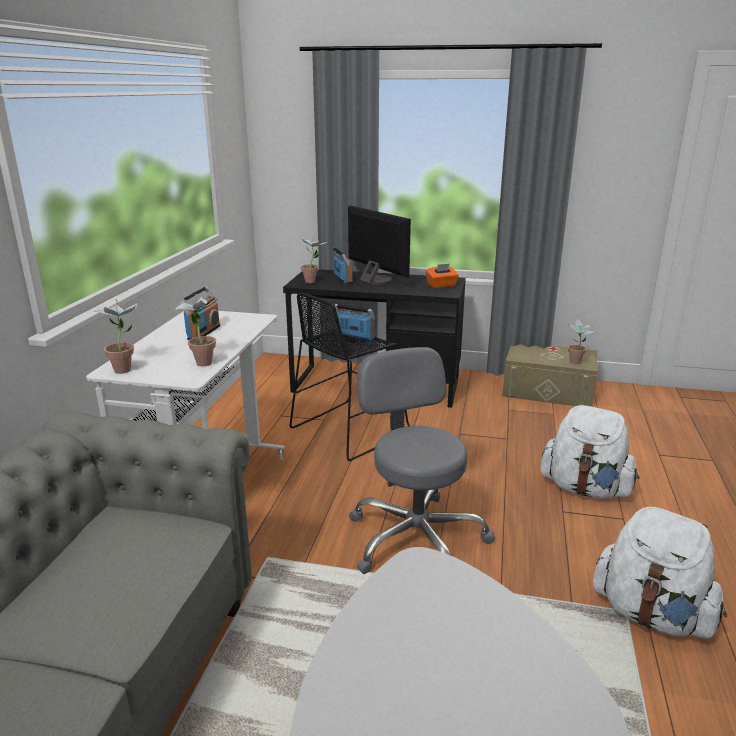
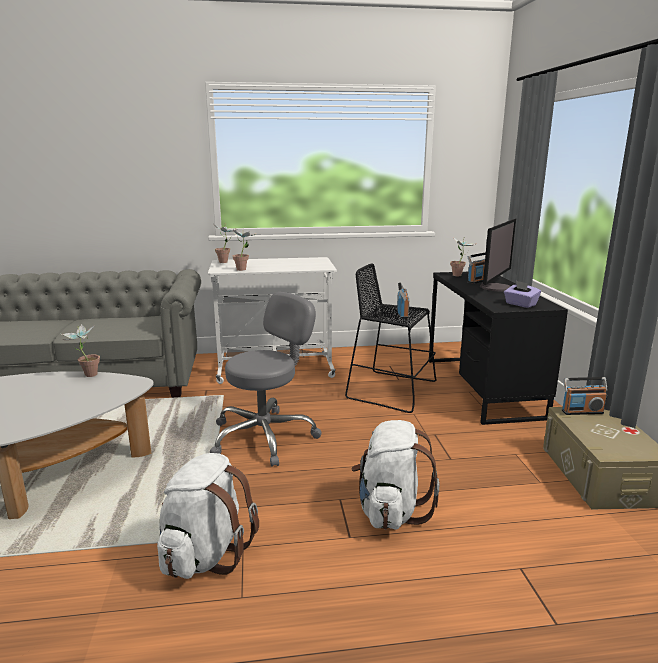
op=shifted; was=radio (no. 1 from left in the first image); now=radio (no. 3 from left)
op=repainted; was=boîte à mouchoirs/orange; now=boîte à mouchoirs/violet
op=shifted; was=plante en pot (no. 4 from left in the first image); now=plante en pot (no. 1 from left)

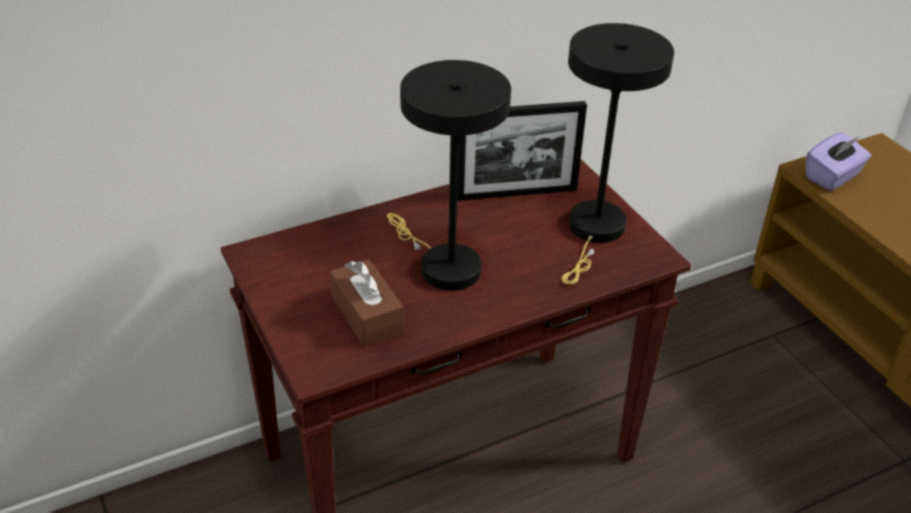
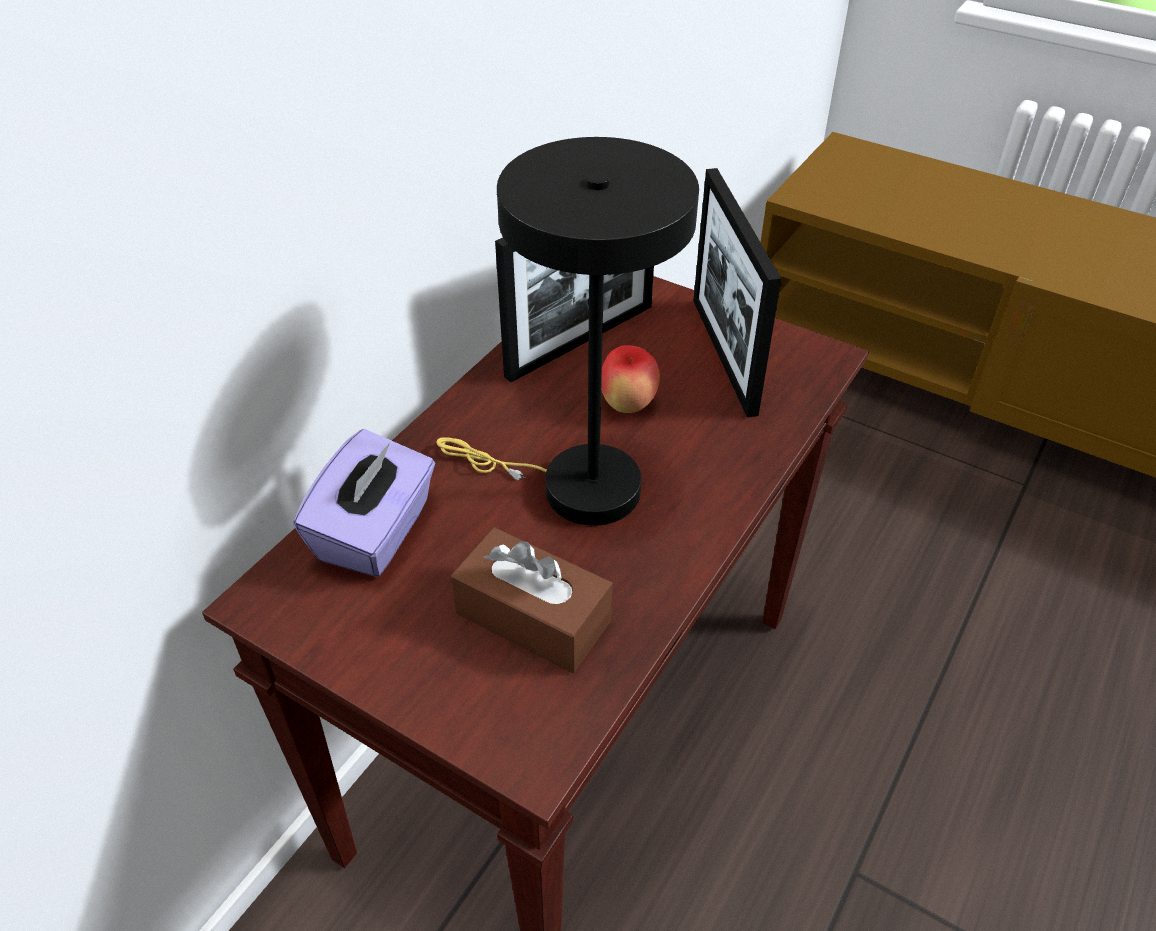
op=swapped; was=lampe de table/noir (no. 2 from left); now=cadre photo (no. 2 from left)
op=shifted; was=boîte à mouchoirs/violet
op=new; now=pomme

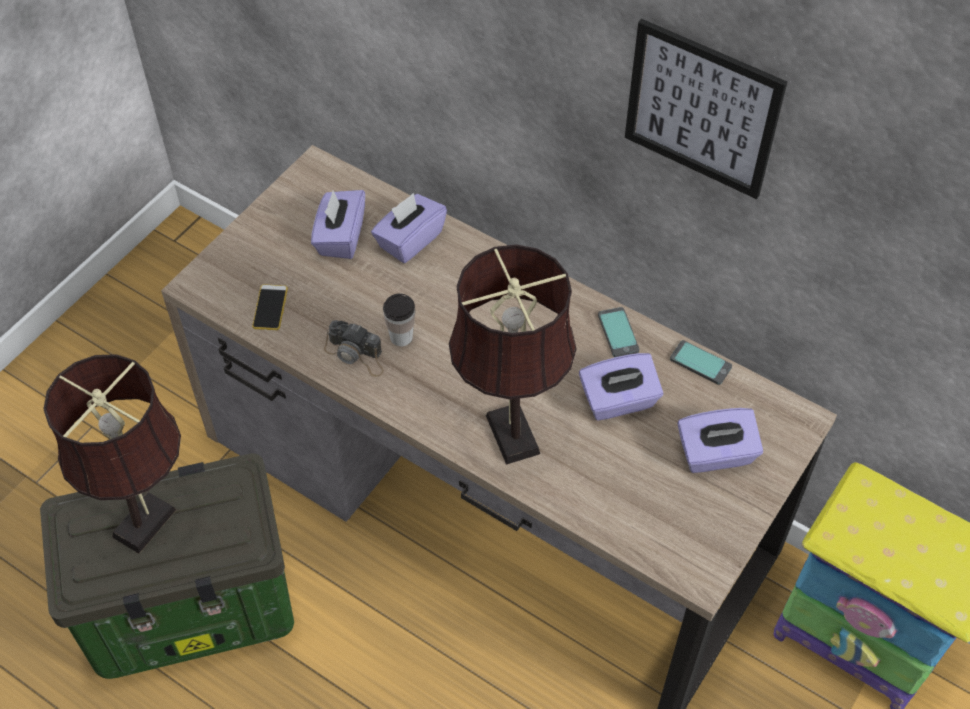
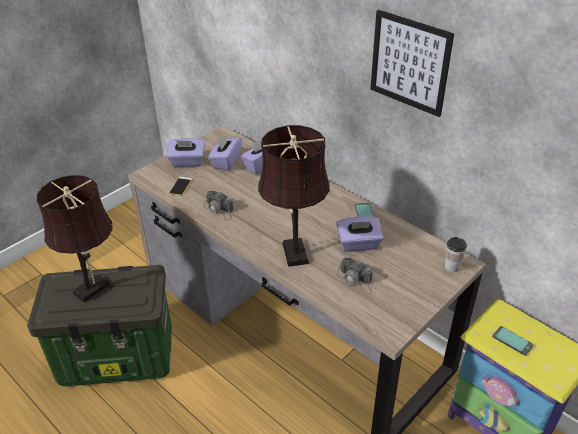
op=shifted; was=tasse
op=shifted; was=téléphone (no. 3 from left)
op=shifted; was=boîte à mouchoirs/violet (no. 4 from left in the first image); now=boîte à mouchoirs/violet (no. 1 from left)
op=new; now=appareil photo (no. 2 from left)

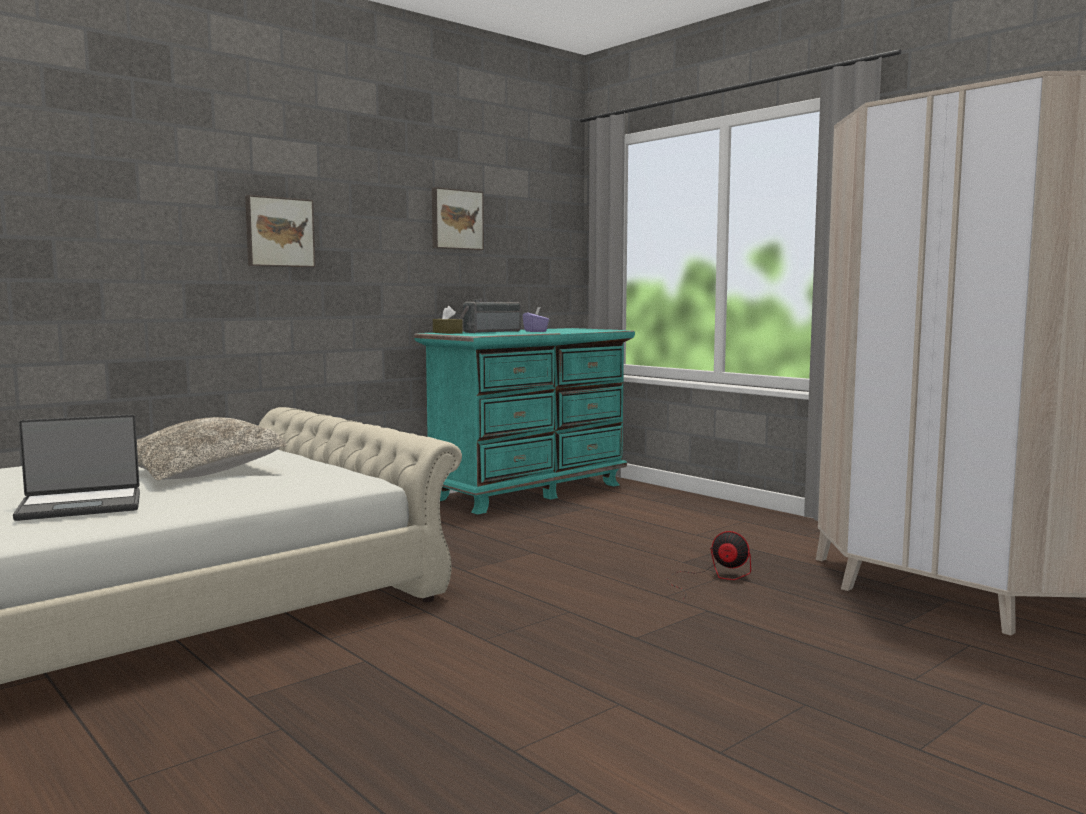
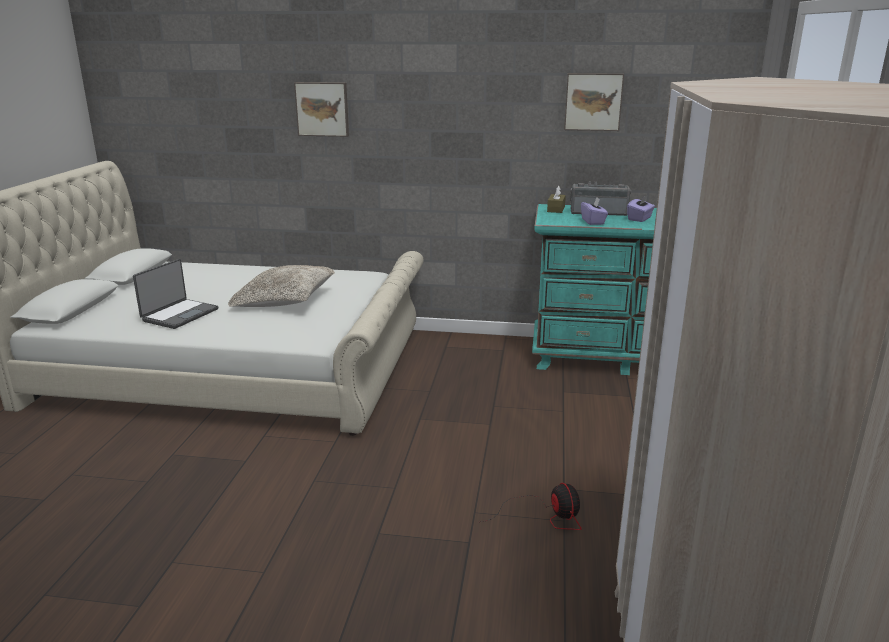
op=rotated; was=ordinateur portable; clockwise=-90
op=shifted; was=tableau (no. 1 from left)
op=new; now=boîte à mouchoirs/violet (no. 1 from left)

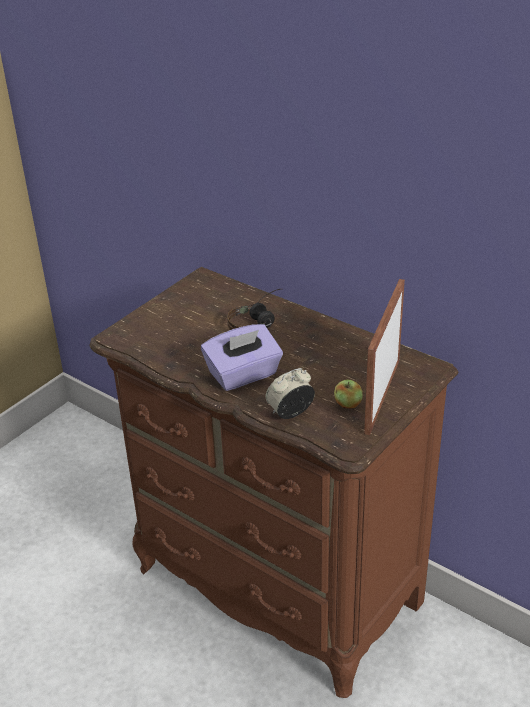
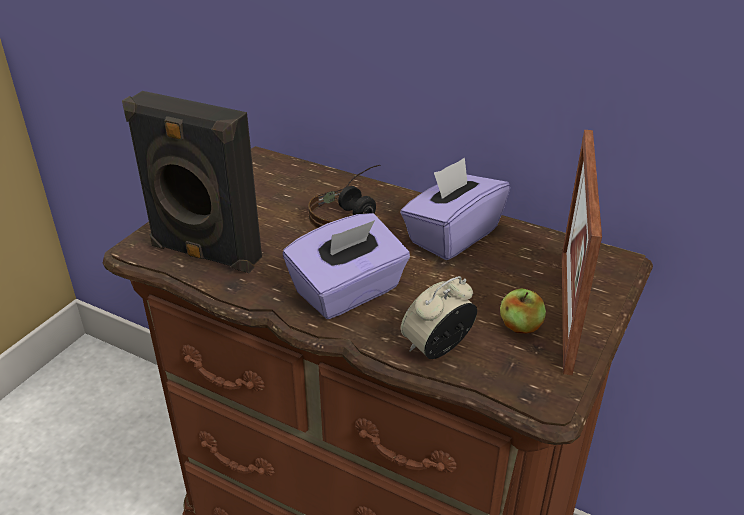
op=new; now=enceinte/noir
op=new; now=boîte à mouchoirs/violet (no. 2 from left)

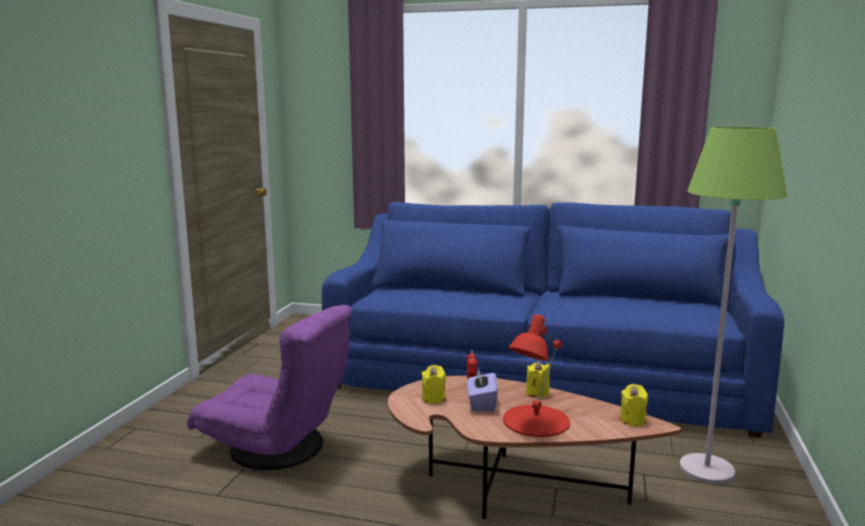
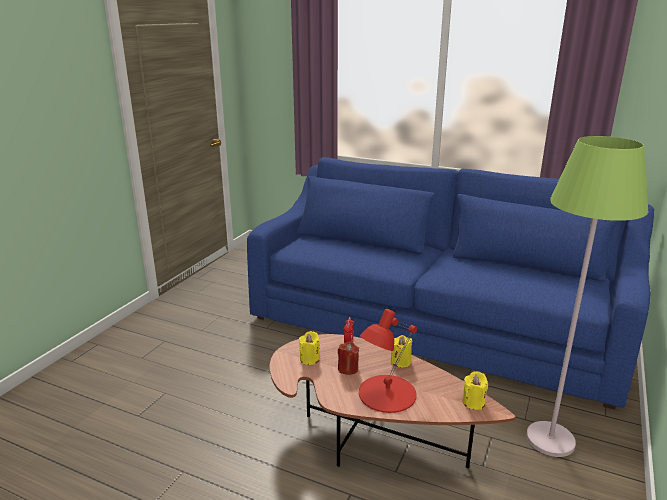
op=gone; was=fauteuil/violet
op=swapped; was=boîte à mouchoirs/violet; now=bougie/rouge

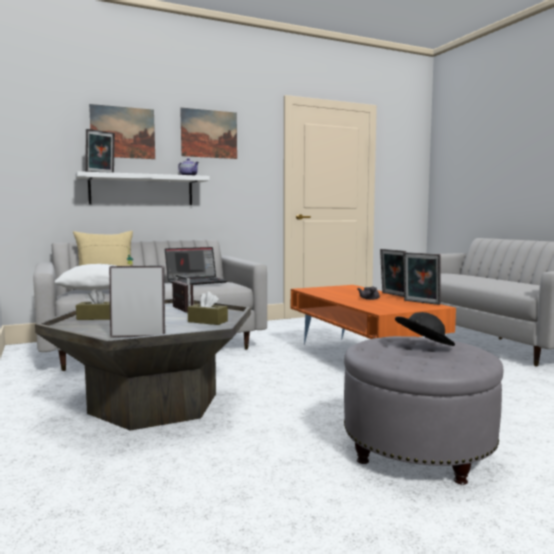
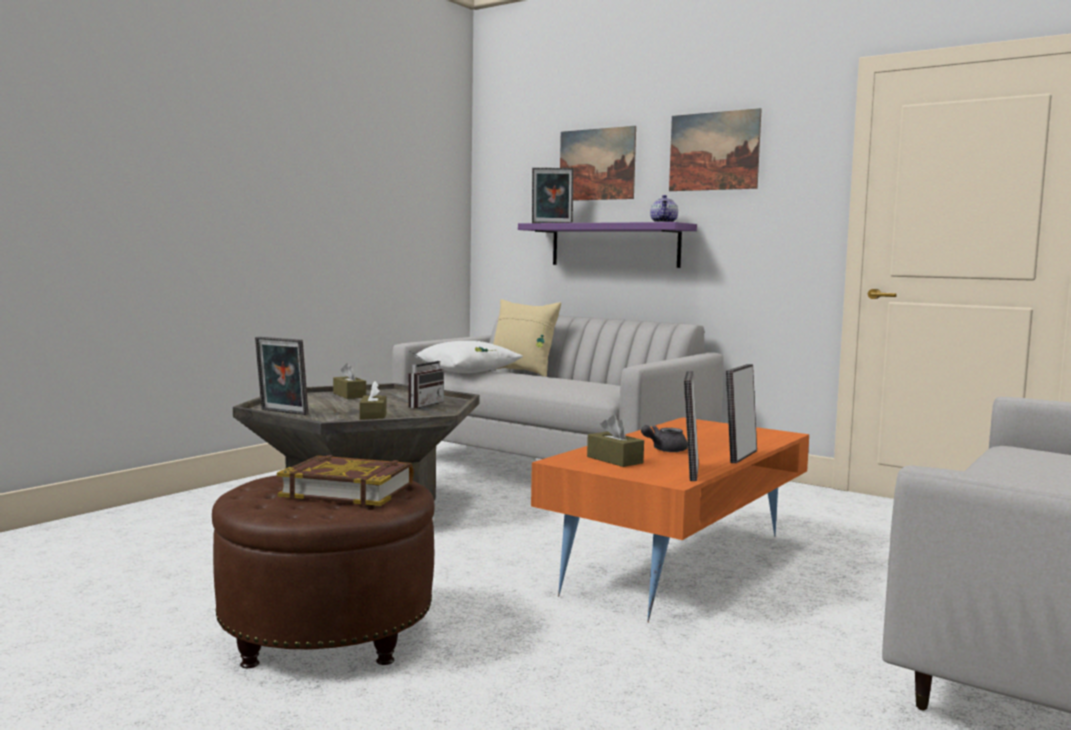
op=repainted; was=étagère/blanc; now=étagère/violet
op=rotated; was=cadre photo (no. 2 from left in the first image); clockwise=150
op=gone; was=ordinateur portable
op=repainted; was=pouf/gris; now=pouf/marron
op=swapped; was=chapeau/noir; now=livre
op=new; now=boîte à mouchoirs/marron (no. 3 from left)

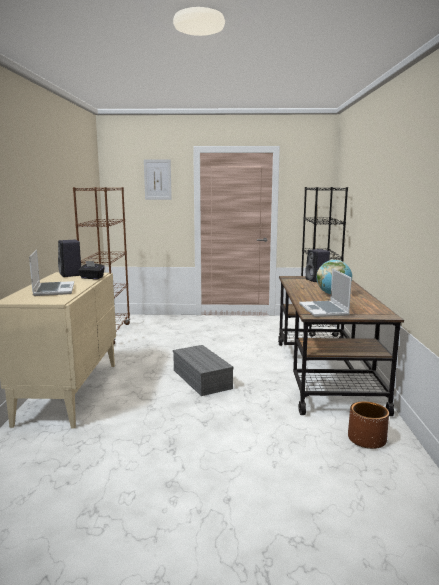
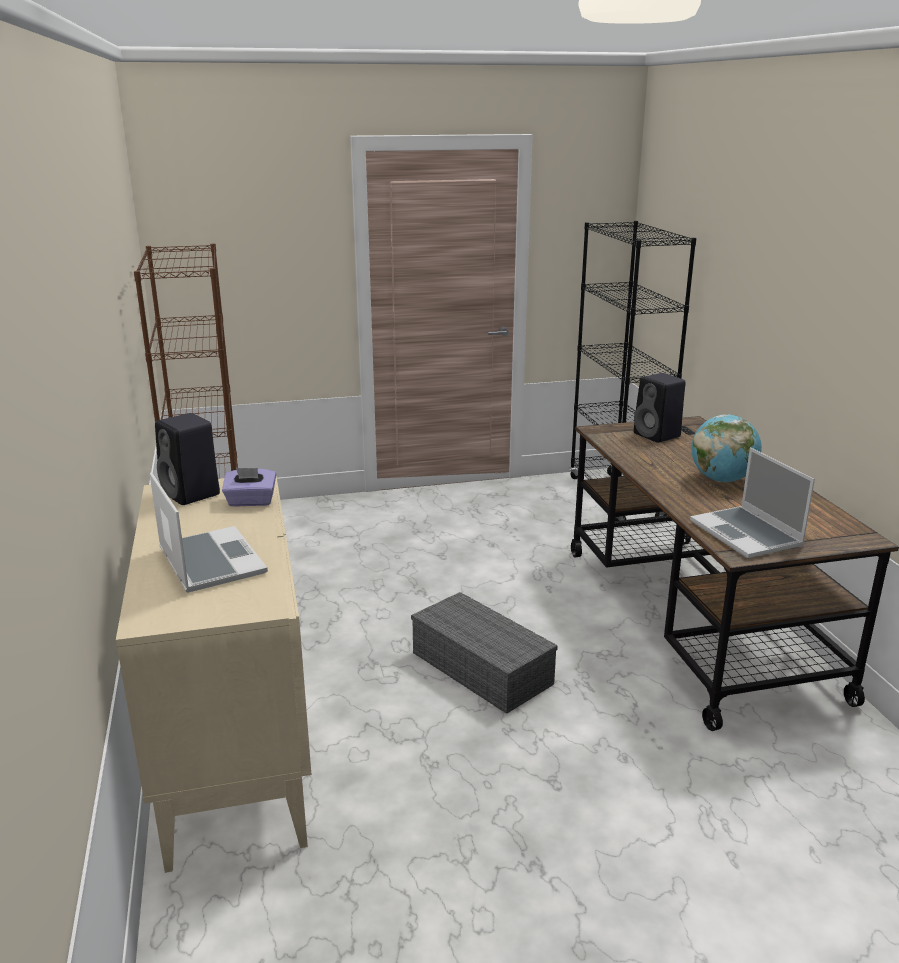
op=repainted; was=boîte à mouchoirs/noir; now=boîte à mouchoirs/violet
op=gone; was=tableau
op=gone; was=cache-pot/marron

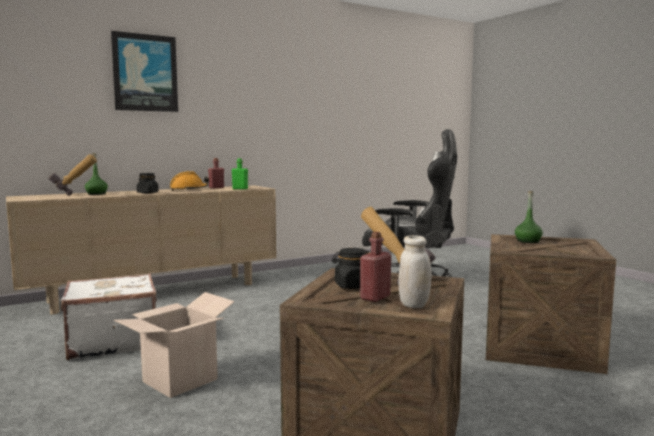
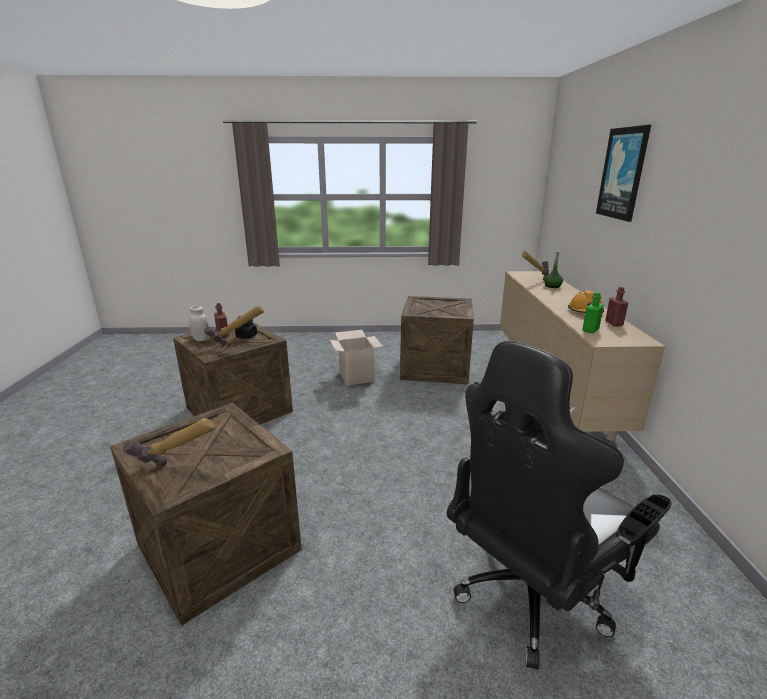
op=swapped; was=valise/blanc; now=caisse (no. 3 from left)
op=gone; was=bocal/noir (no. 1 from left)
op=gone; was=bouteille/vert (no. 3 from left)
op=new; now=marteau (no. 1 from left)

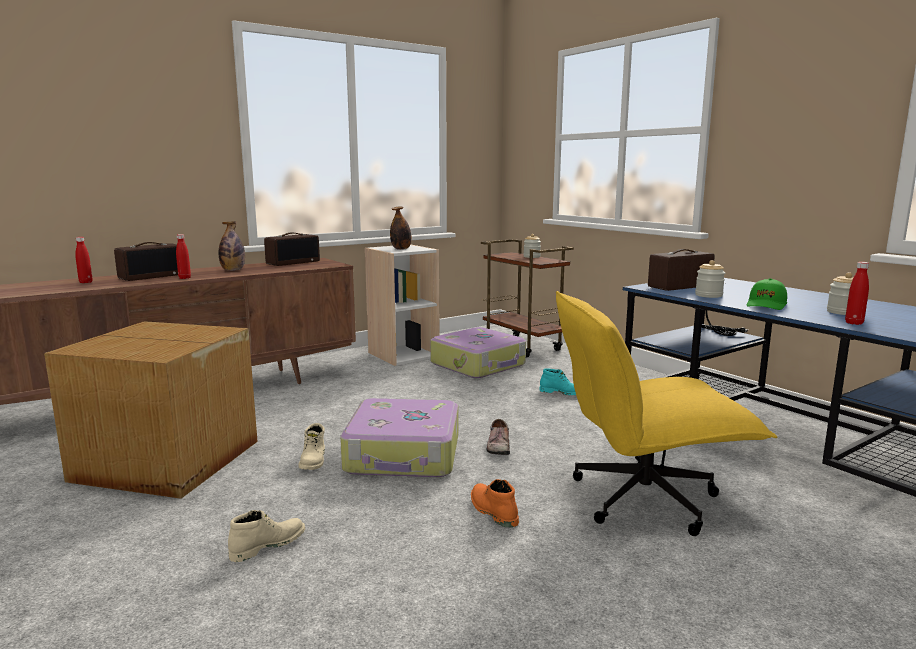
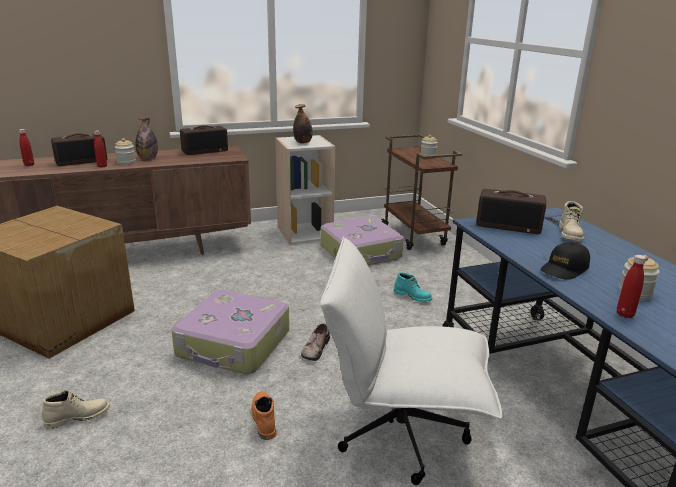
op=shifted; was=botte/beige (no. 2 from left)
op=repainted; was=chaise de bureau/jaune; now=chaise de bureau/blanc
op=rotated; was=radio (no. 3 from left); clockwise=-150
op=shifted; was=bocal (no. 2 from left in the first image); now=bocal (no. 1 from left)
op=repainted; was=casquette/vert; now=casquette/noir

